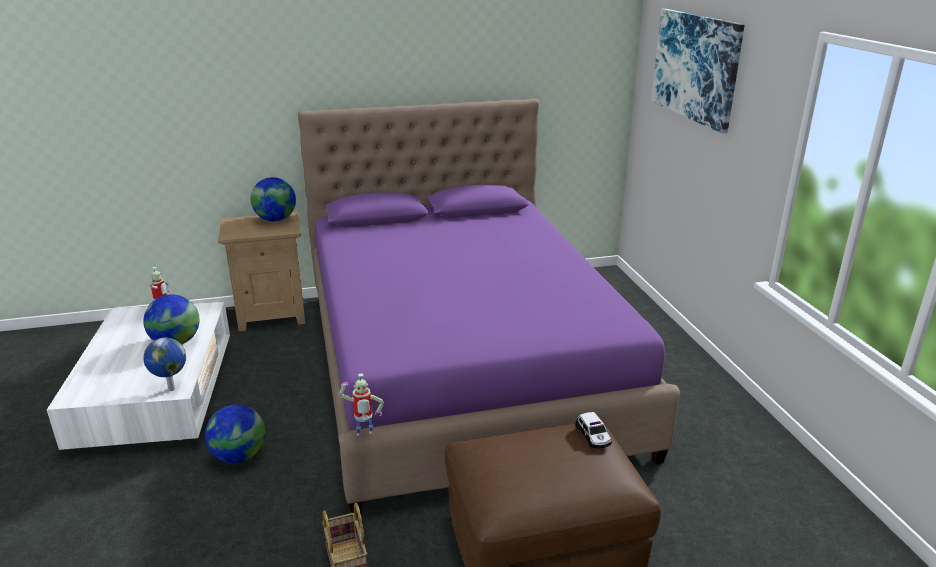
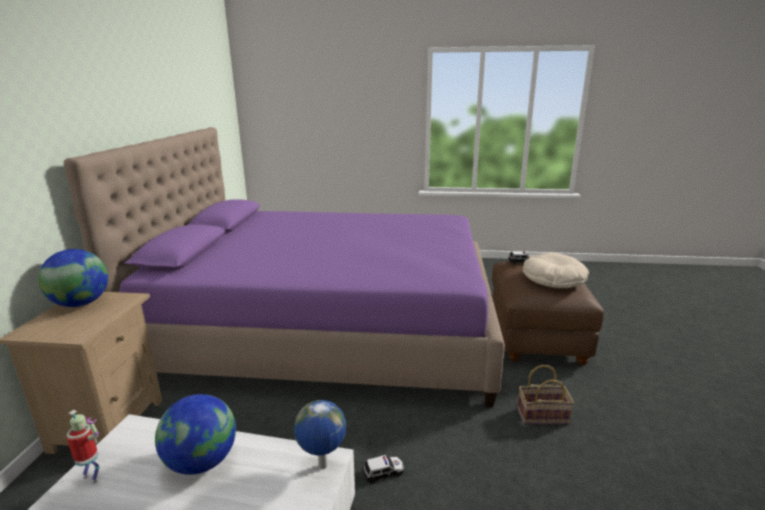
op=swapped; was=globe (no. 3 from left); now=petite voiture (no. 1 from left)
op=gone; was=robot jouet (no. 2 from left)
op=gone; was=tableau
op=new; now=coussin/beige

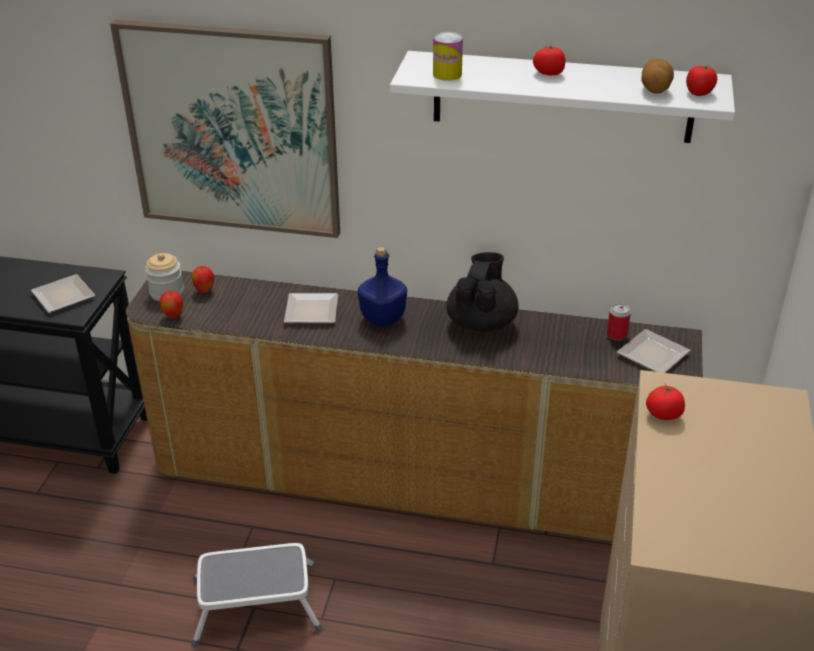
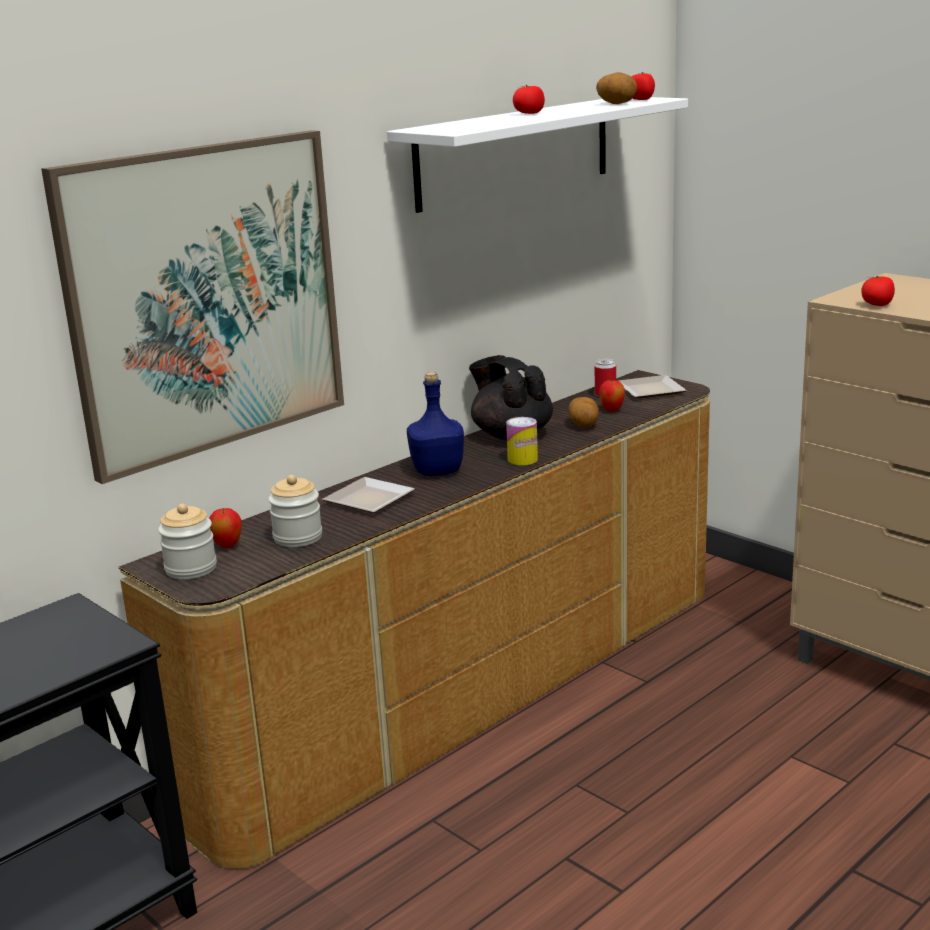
op=gone; was=assiette (no. 1 from left)
op=shifted; was=pomme (no. 1 from left in the first image); now=pomme (no. 2 from left)
op=gone; was=escabeau/gris
op=shifted; was=boîte métallique (no. 1 from left)
op=new; now=bocal (no. 2 from left)
op=new; now=pomme de terre (no. 1 from left)

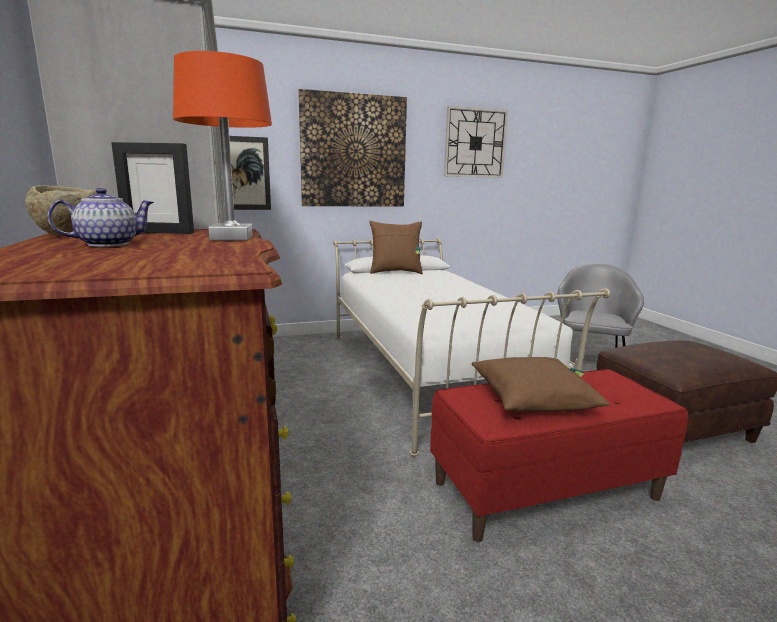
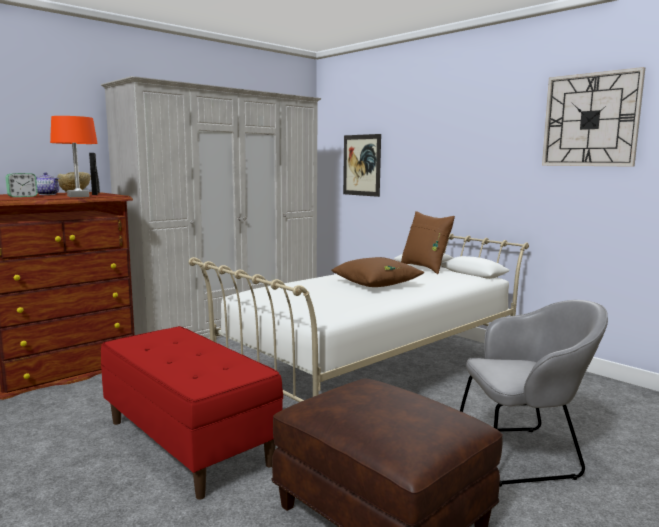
op=gone; was=tableau (no. 2 from left)
op=shifted; was=coussin/marron (no. 2 from left in the first image); now=coussin/marron (no. 1 from left)
op=new; now=réveil

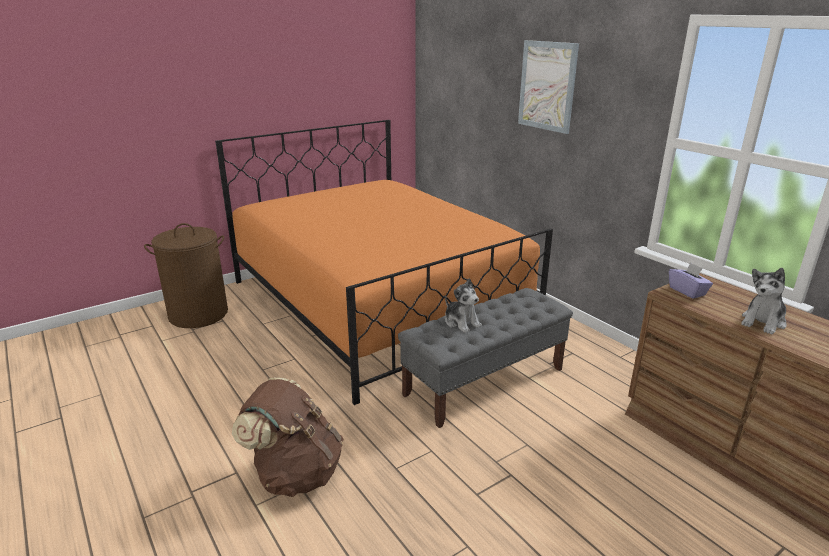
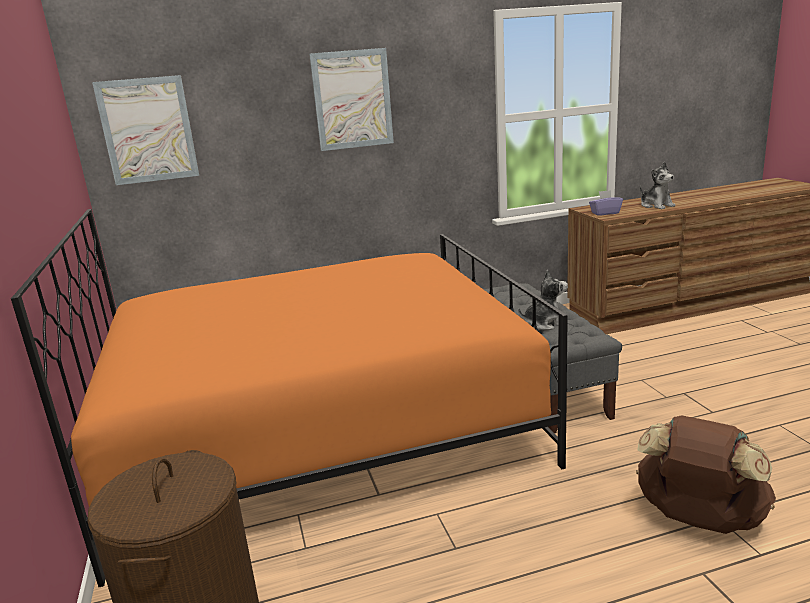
op=new; now=tableau (no. 1 from left)

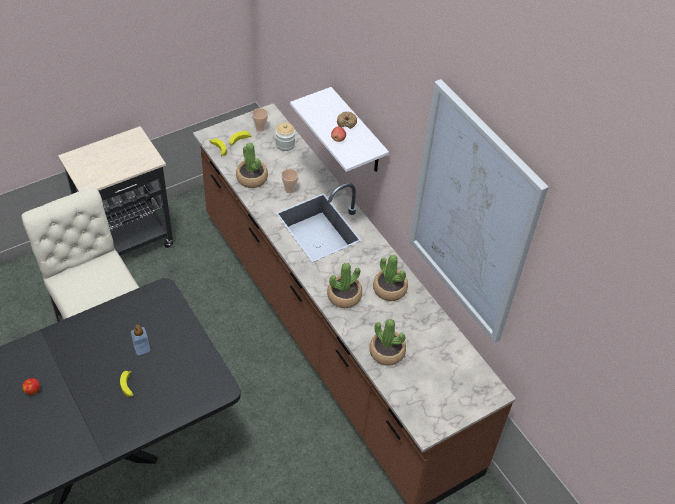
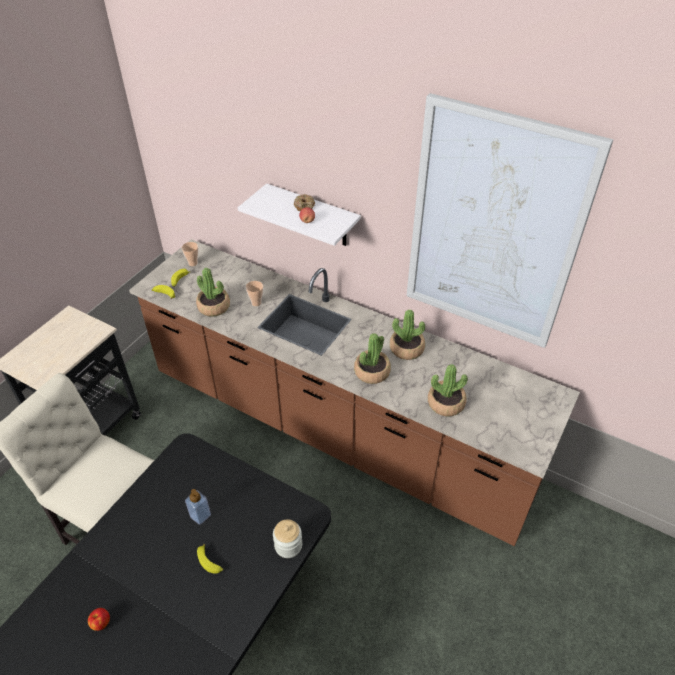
op=shifted; was=bocal

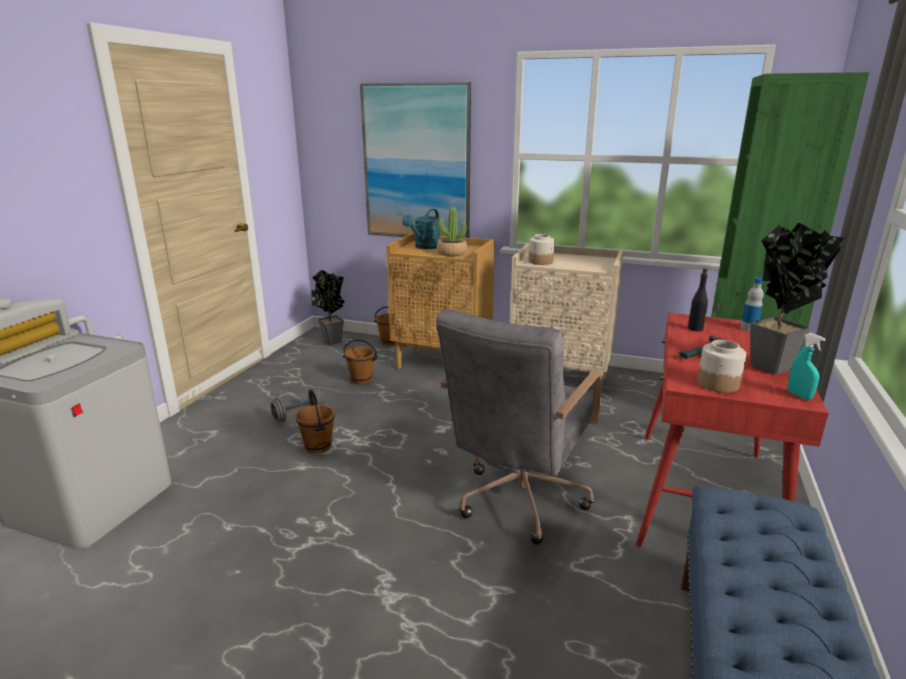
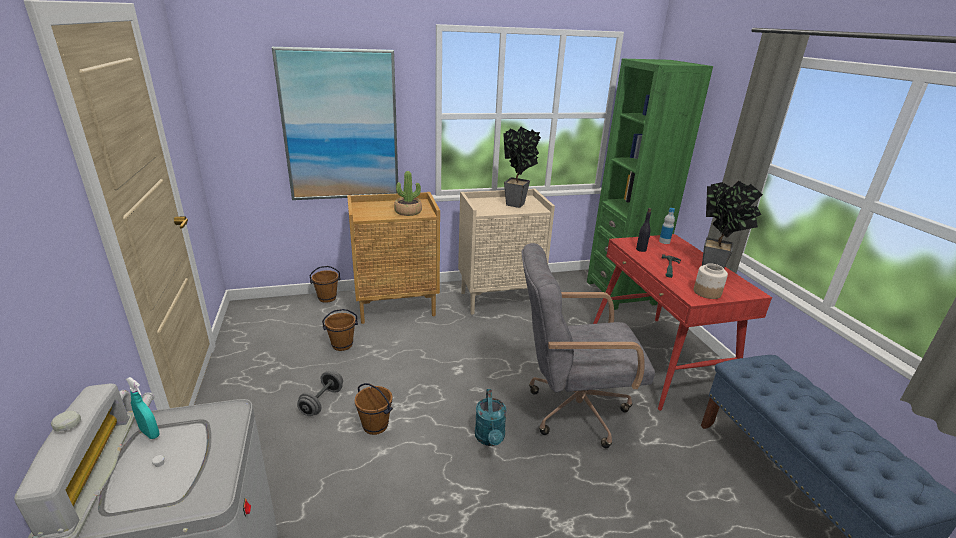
op=shifted; was=plante en pot (no. 1 from left in the first image); now=plante en pot (no. 2 from left)
op=shifted; was=arrosoir/turquoise
op=rotated; was=chaise de bureau/gris; clockwise=90
op=gone; was=bocal (no. 1 from left)
op=shifted; was=vaporisateur/turquoise

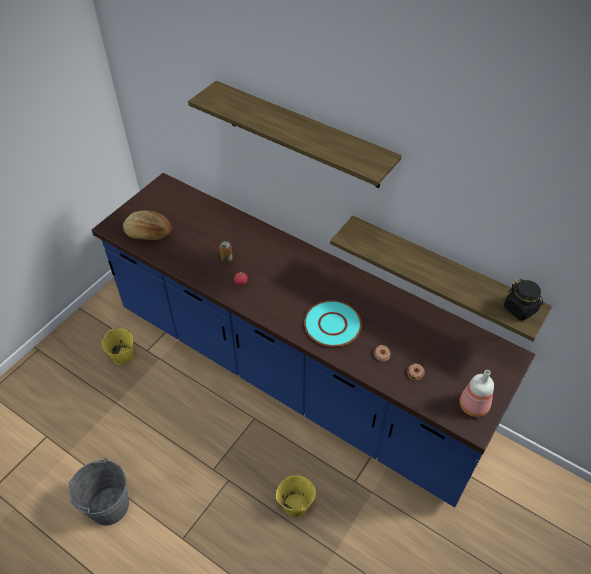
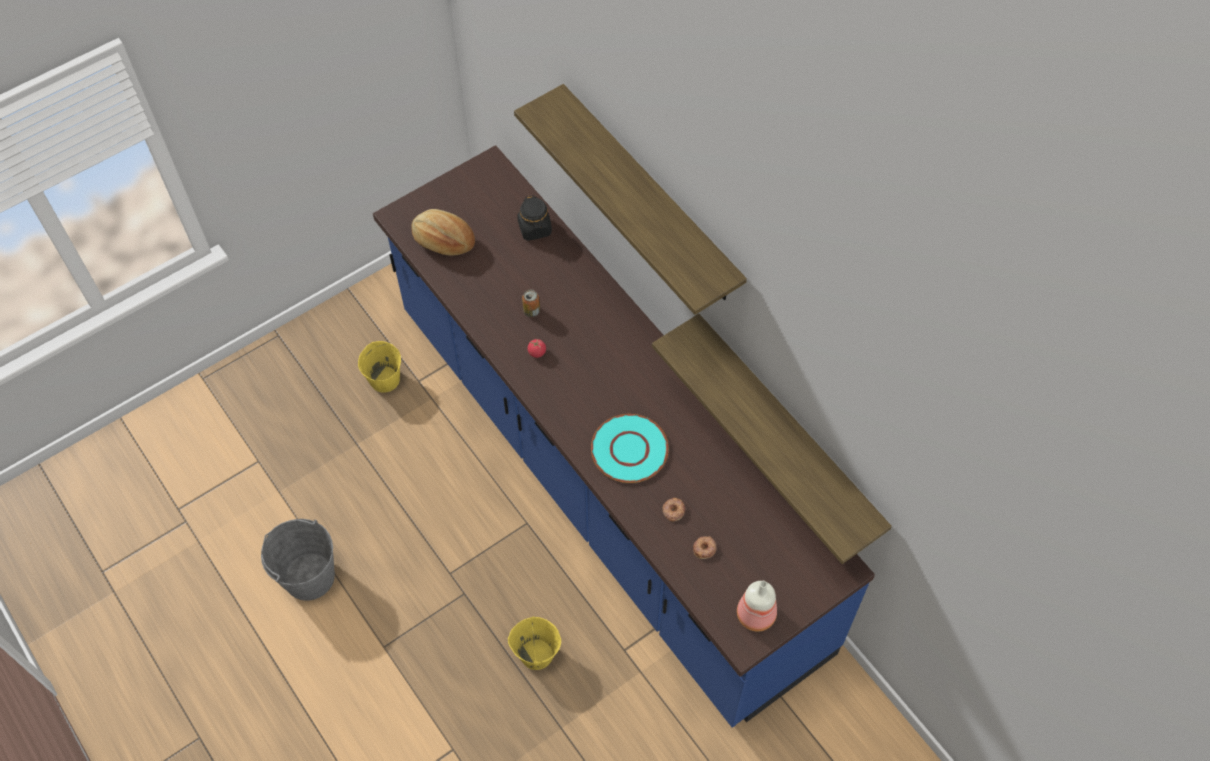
op=shifted; was=bocal/noir

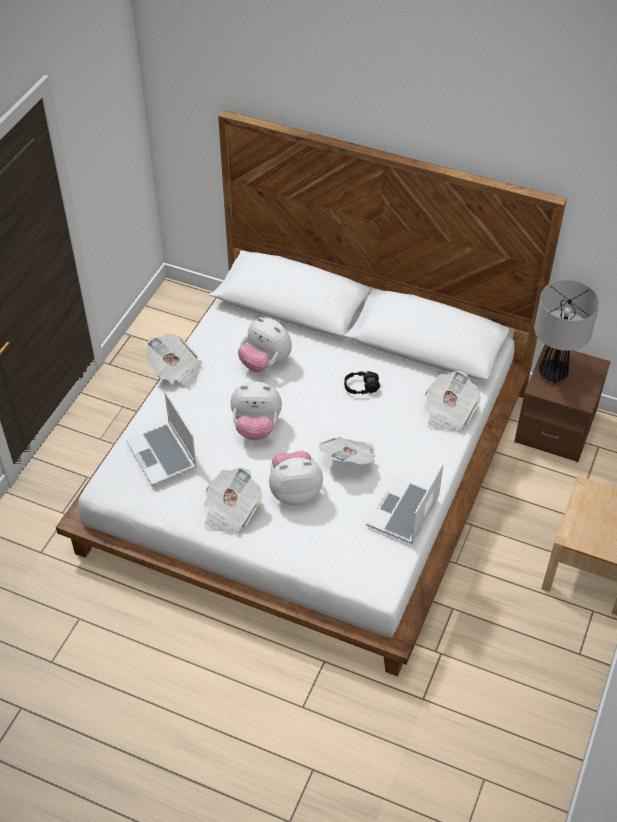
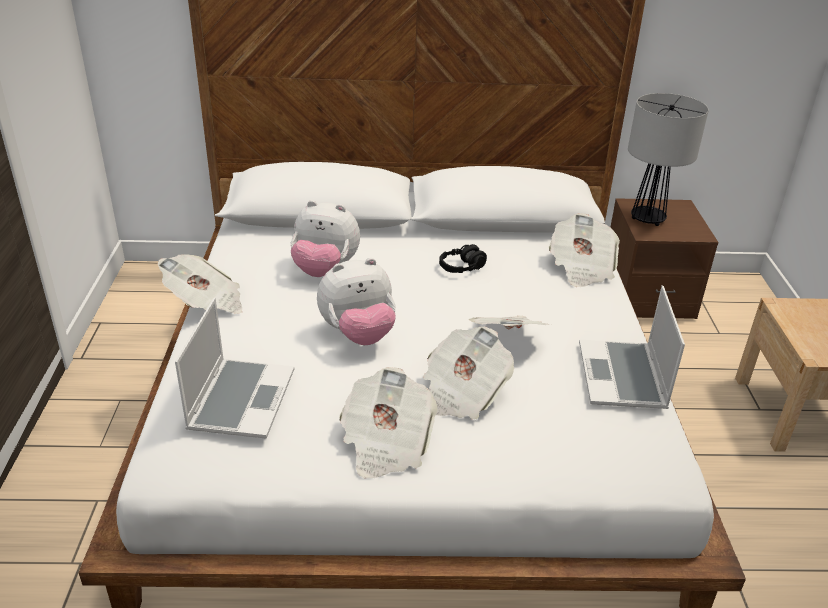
op=rotated; was=ordinateur portable (no. 1 from left); clockwise=-120
op=swapped; was=peluche (no. 3 from left); now=journal (no. 3 from left)

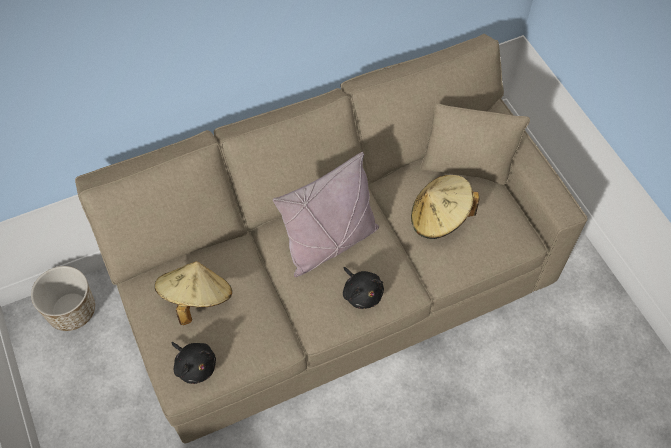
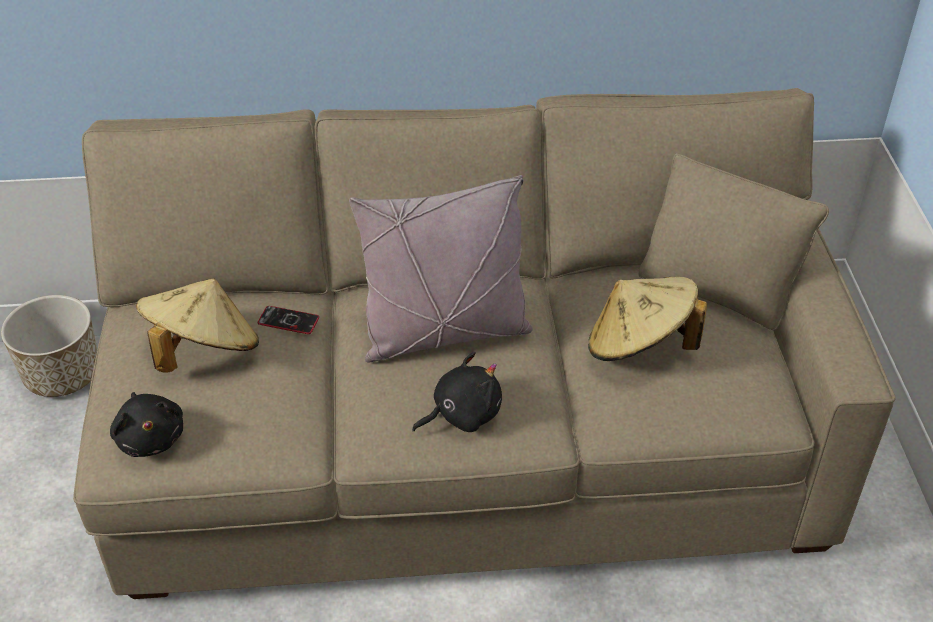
op=rotated; was=peluche/noir (no. 2 from left); clockwise=-105
op=new; now=téléphone

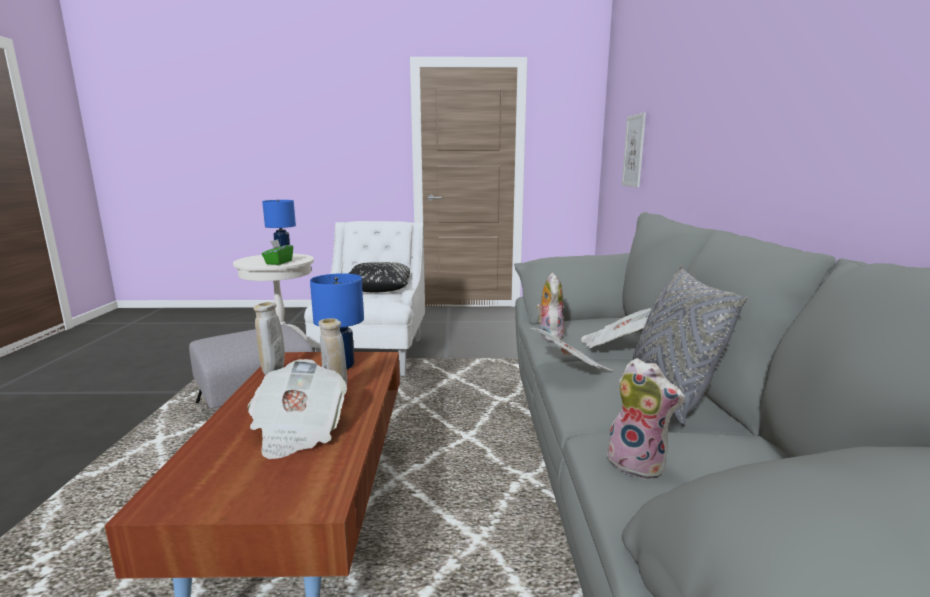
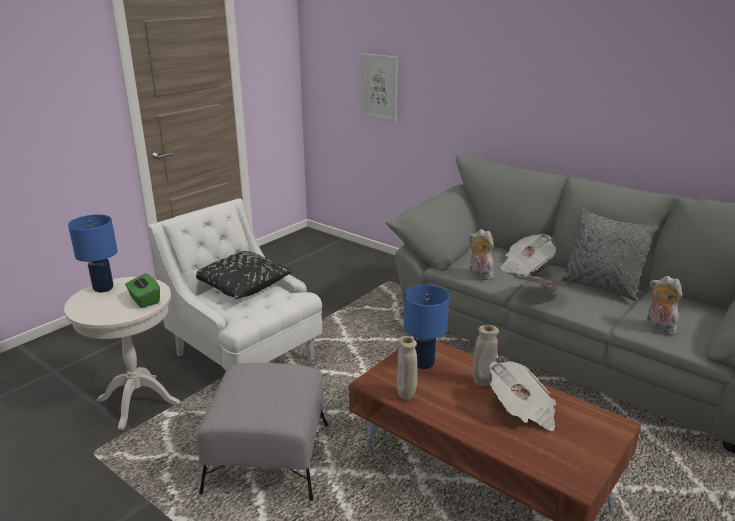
op=rotated; was=peluche (no. 2 from left); clockwise=-120

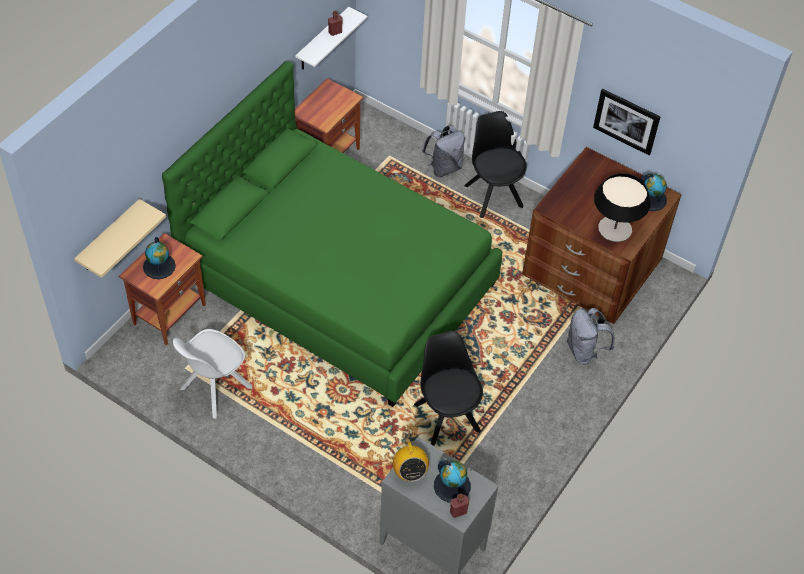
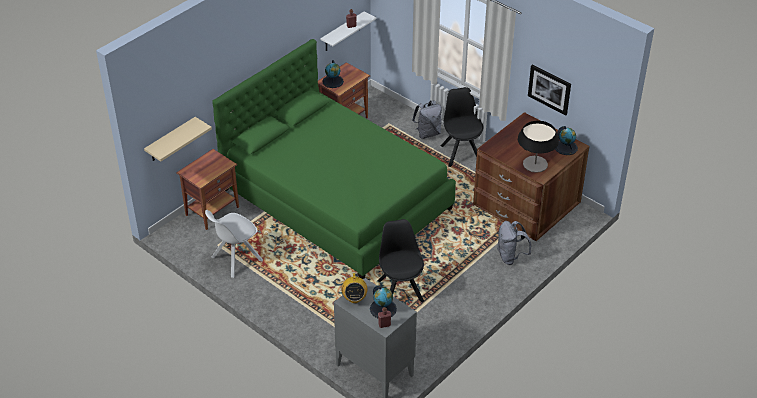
op=shifted; was=globe (no. 1 from left)

